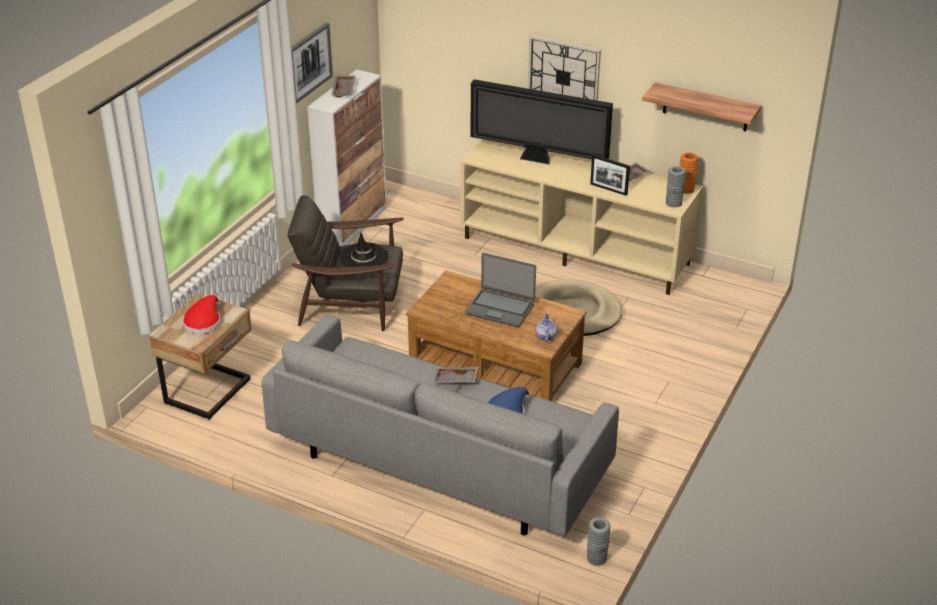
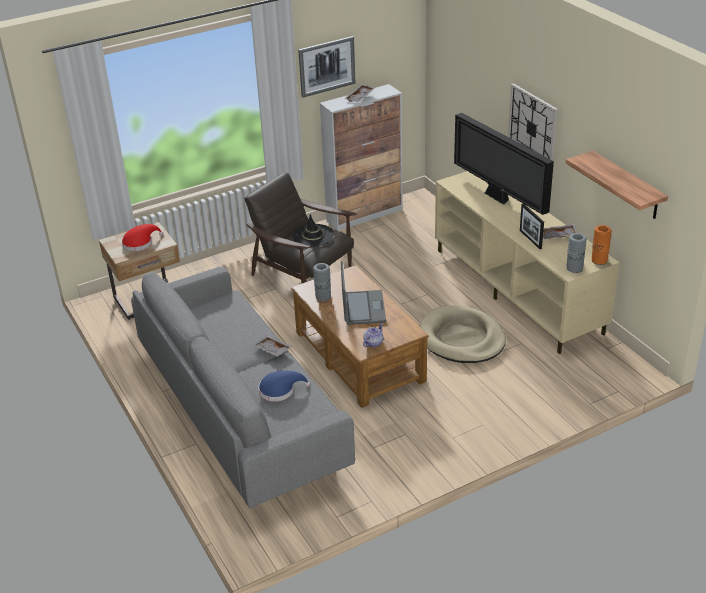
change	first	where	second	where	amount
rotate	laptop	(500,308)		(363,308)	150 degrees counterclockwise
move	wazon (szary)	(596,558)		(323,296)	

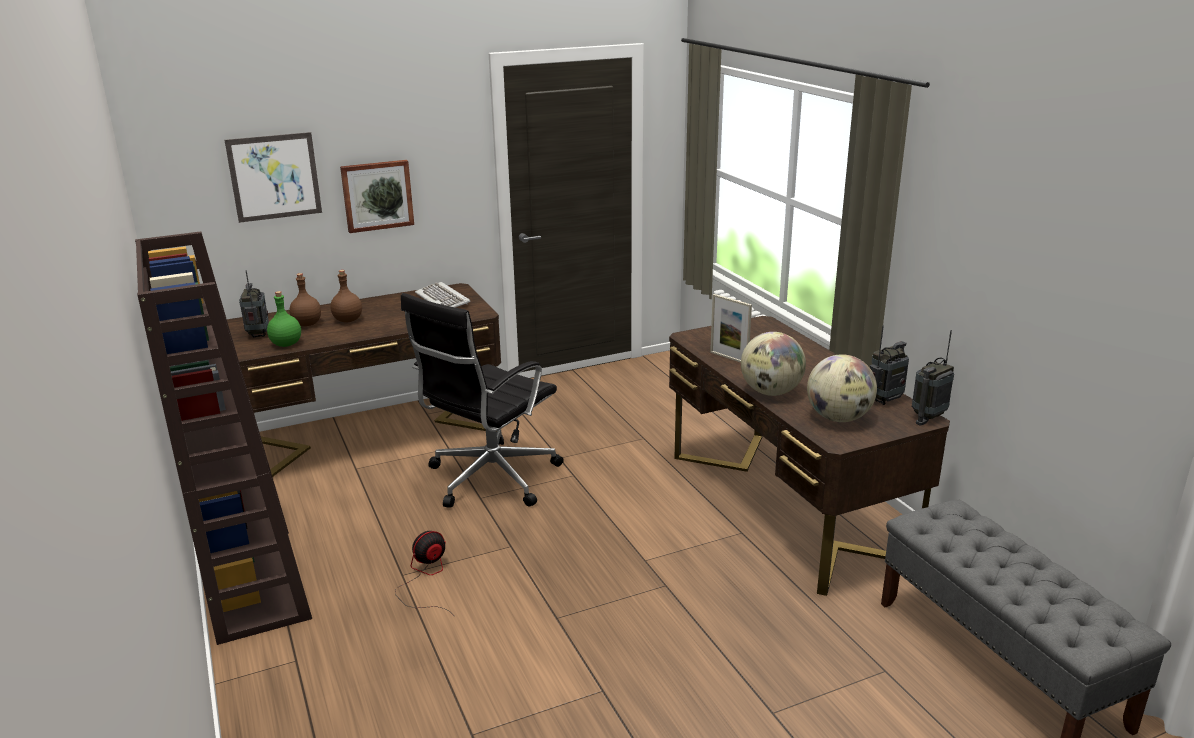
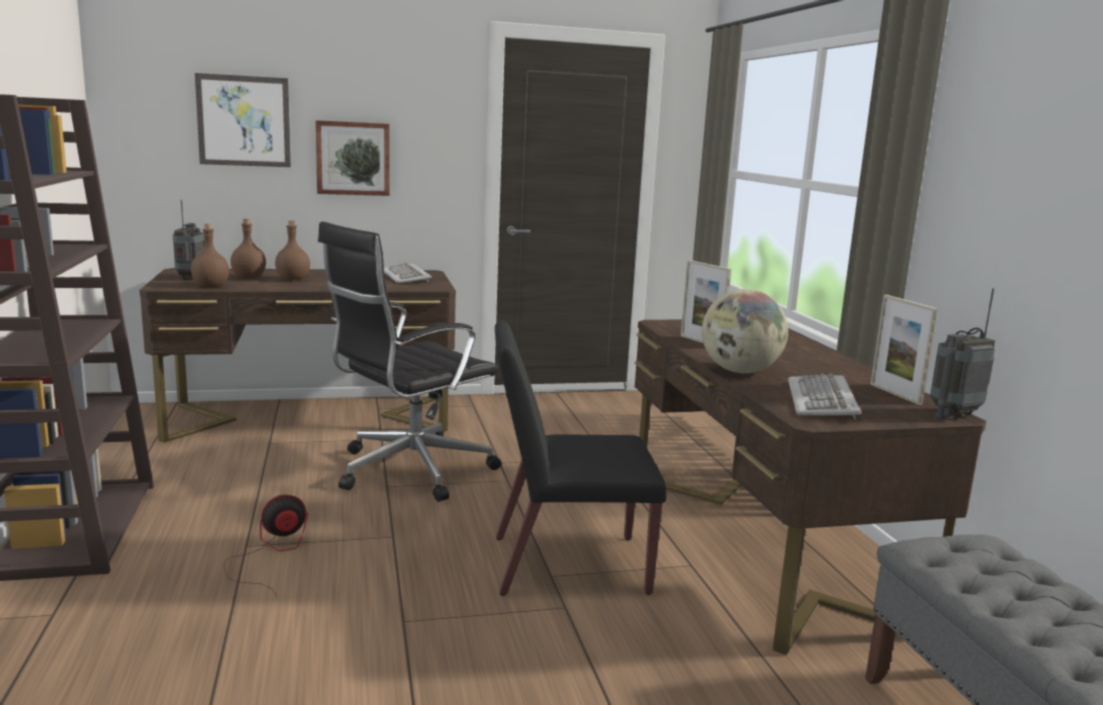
change	first	where	second	where	amount
recolor	butelka (zielony)	(287,344)	butelka (brązowy)	(211,286)	
replace	globus	(838,418)	klawiatura	(822,401)	
replace	radio	(885,400)	ramka na zdjęcie	(895,394)	
insert			krzesło (czarny)	(566,565)	

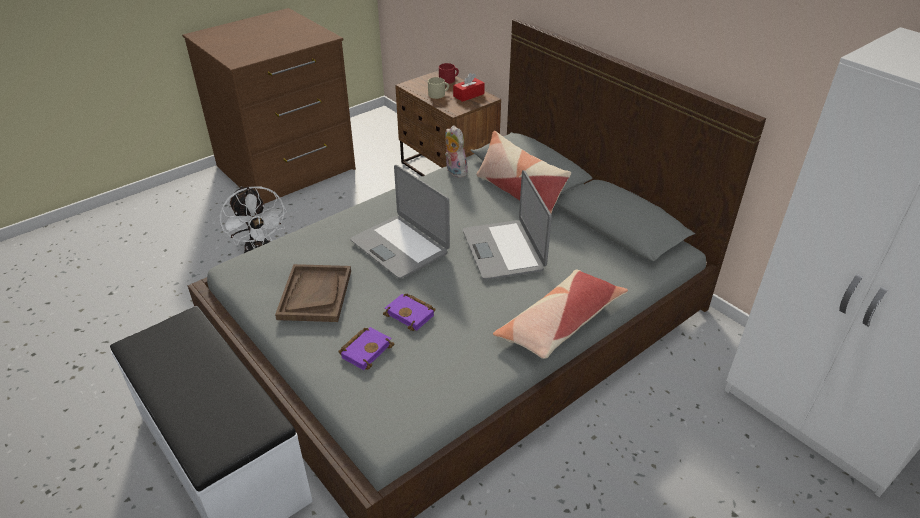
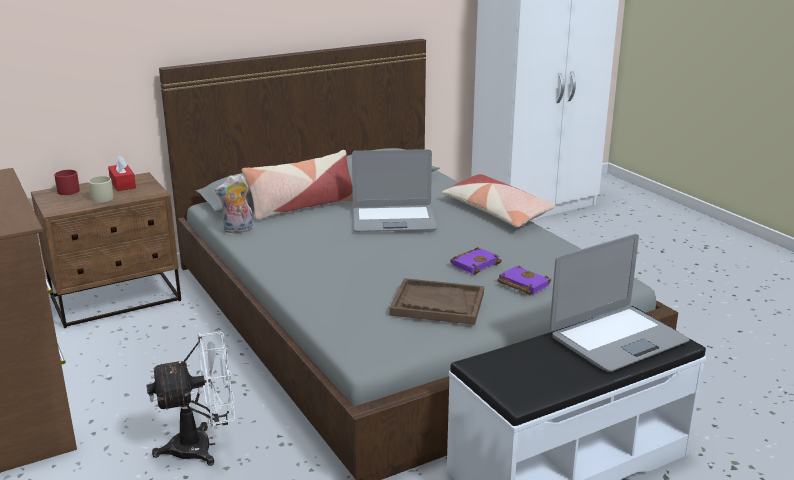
change	first	where	second	where	amount
move	laptop	(400,246)		(617,339)	

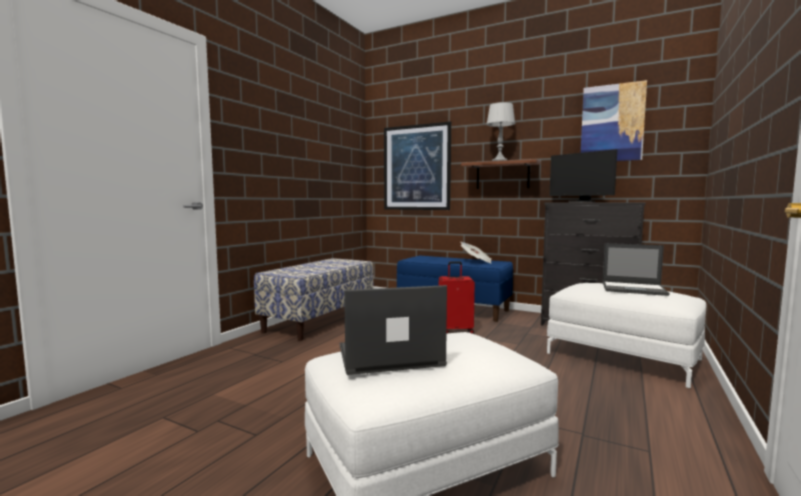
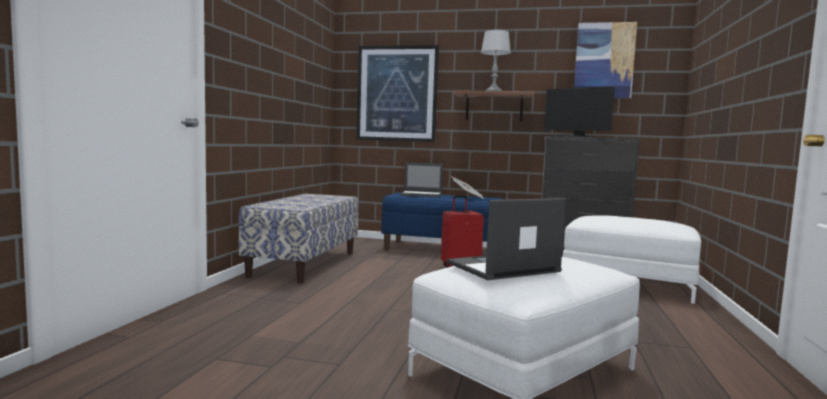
change	first	where	second	where	amount
move	laptop	(634,289)		(422,194)	

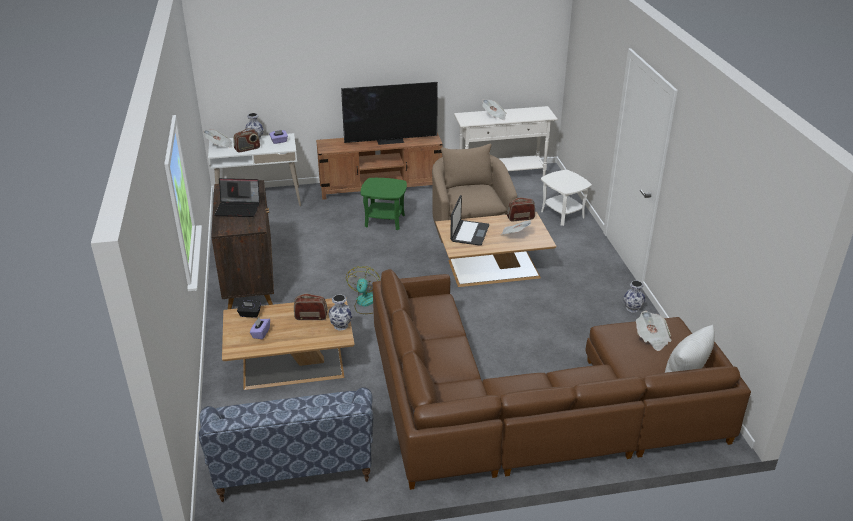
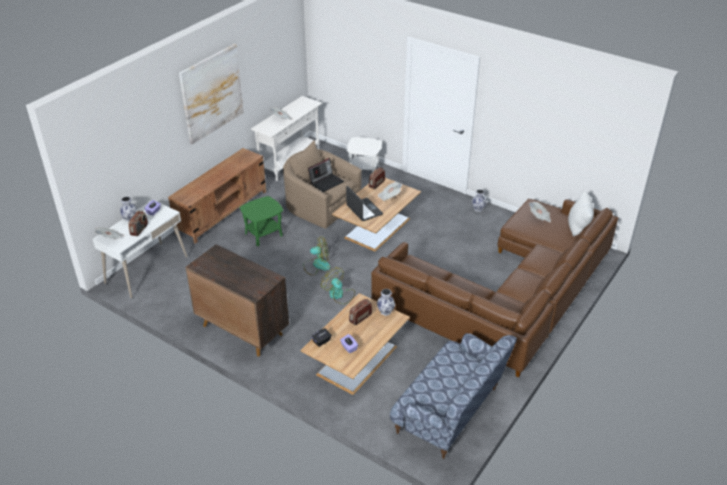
change	first	where	second	where	amount
move	laptop	(239,208)		(326,182)	
delete	telewizor	(390,140)			
insert			obraz	(212,93)	
insert			wentylator	(317,265)	

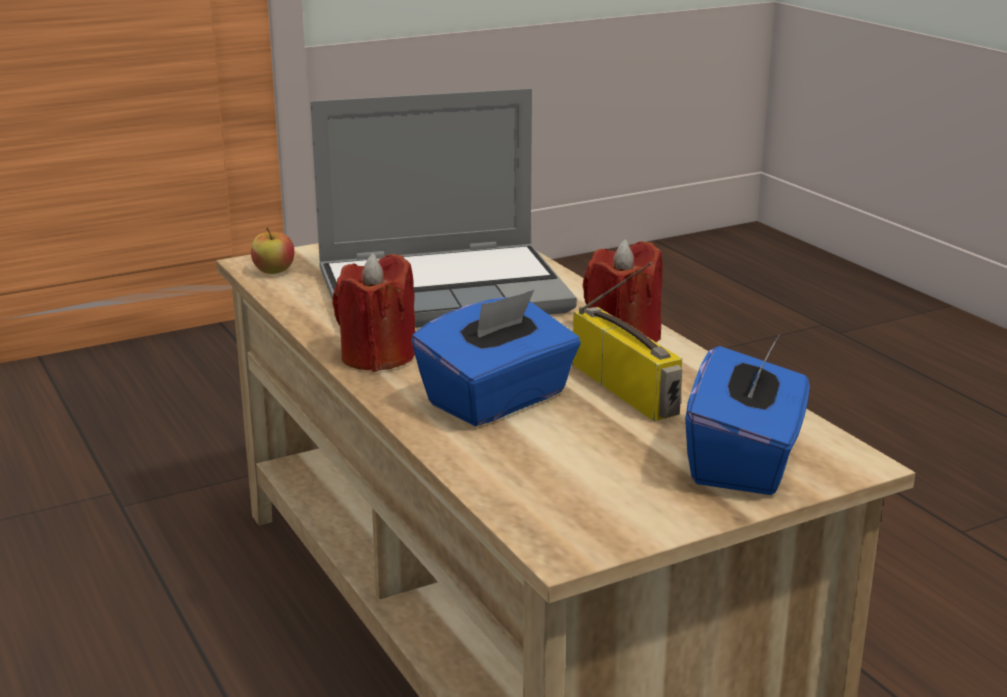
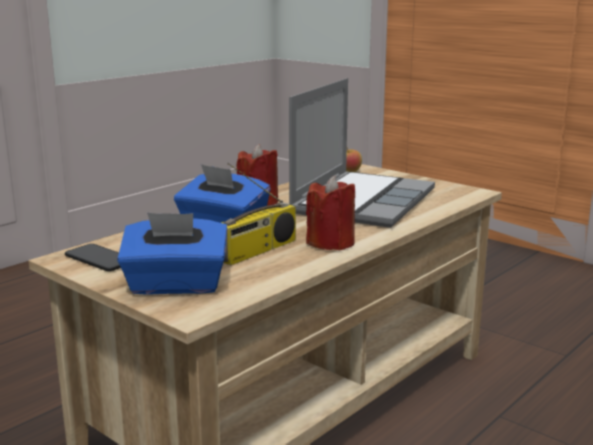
change	first	where	second	where	amount
rotate	laptop	(445,291)		(362,201)	120 degrees counterclockwise
insert			telefon	(100,259)	

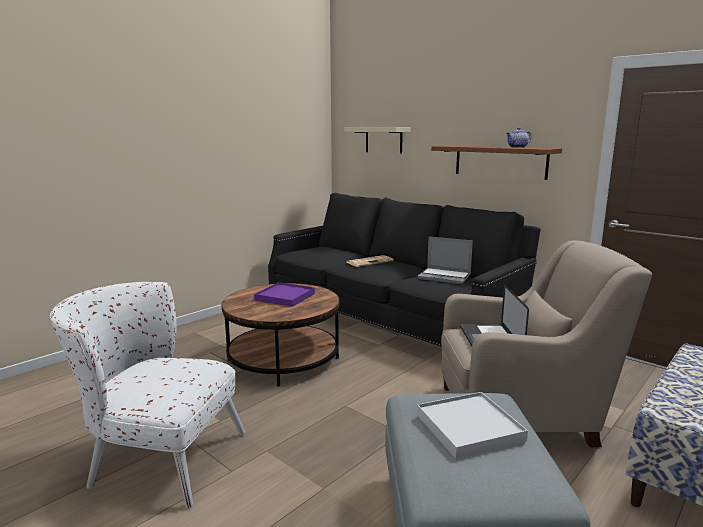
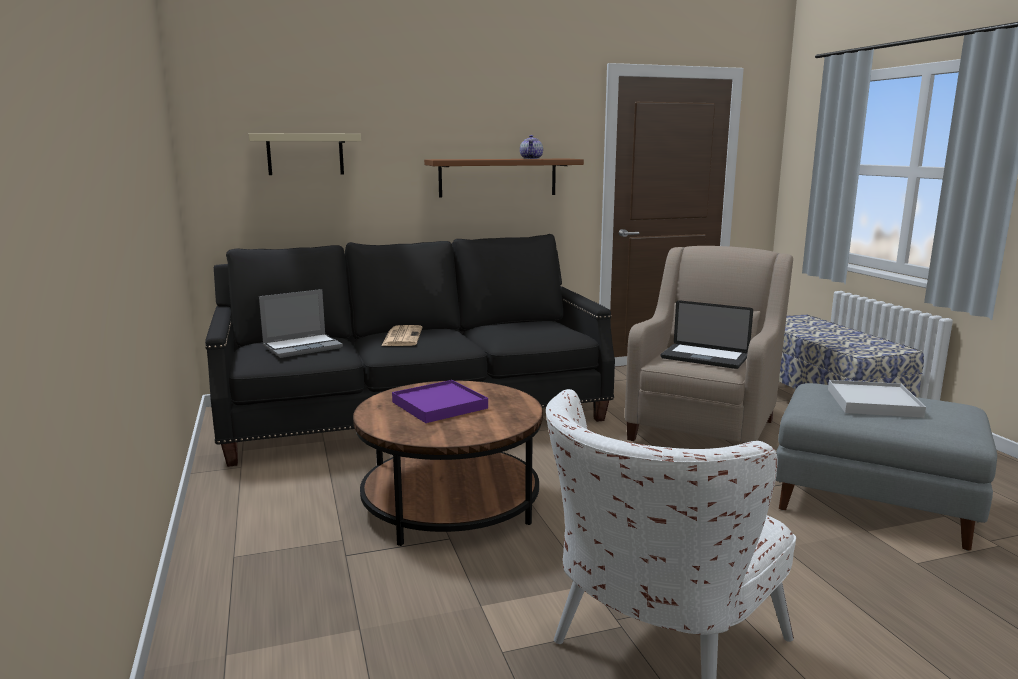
change	first	where	second	where	amount
move	laptop	(445,277)		(303,347)	

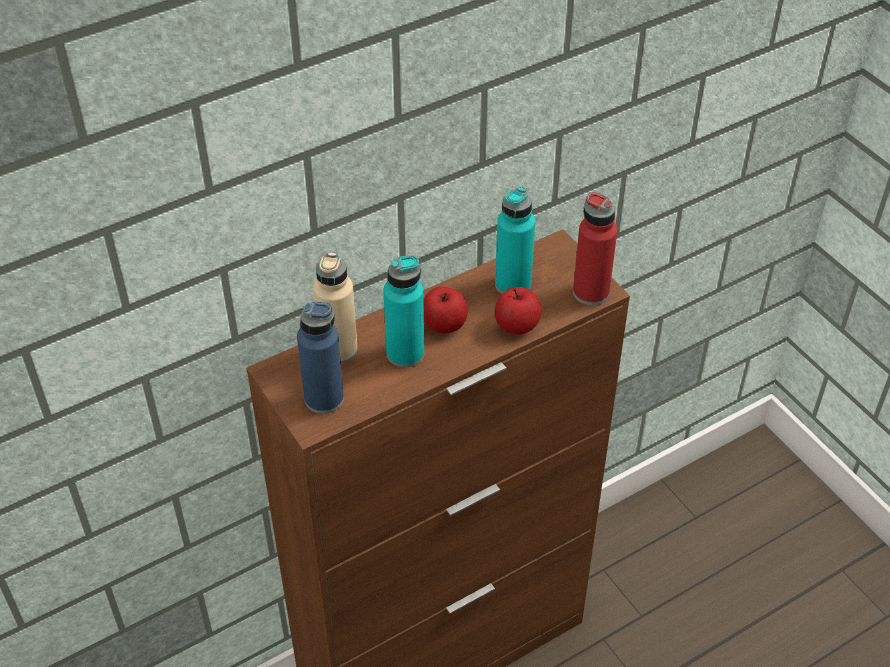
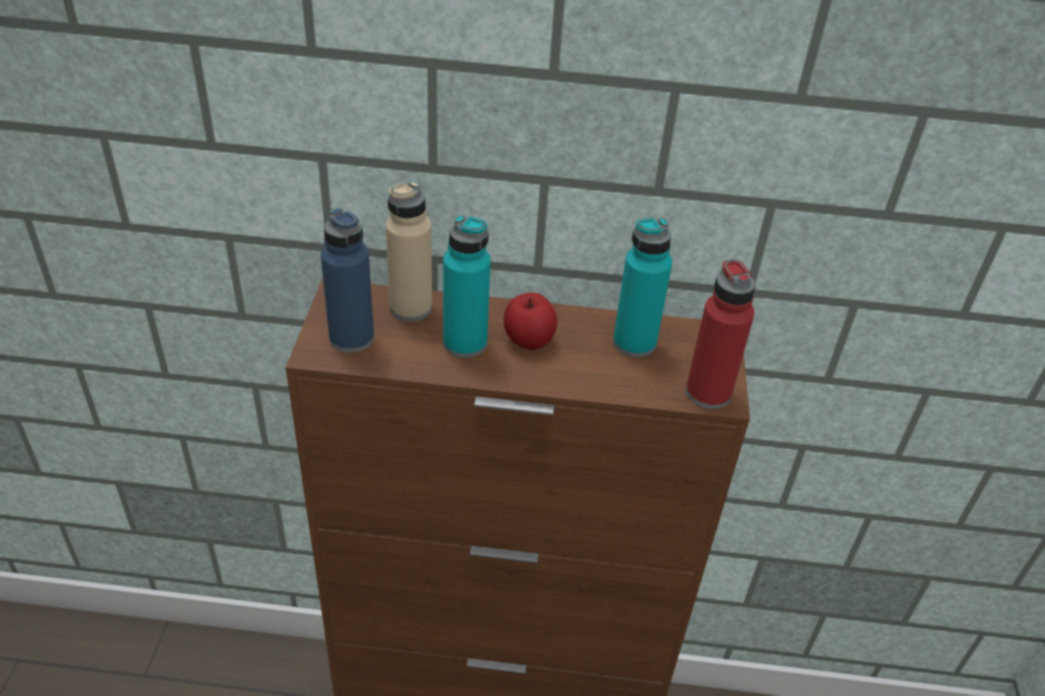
change	first	where	second	where	amount
delete	jabłko	(517,325)			

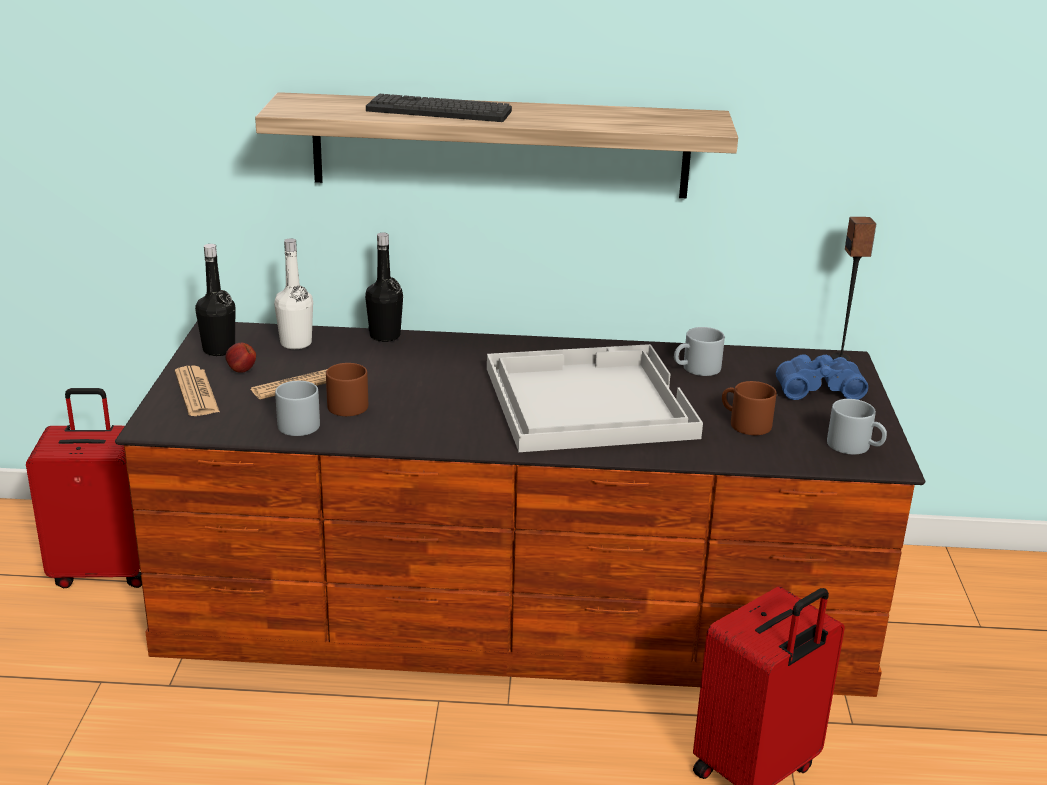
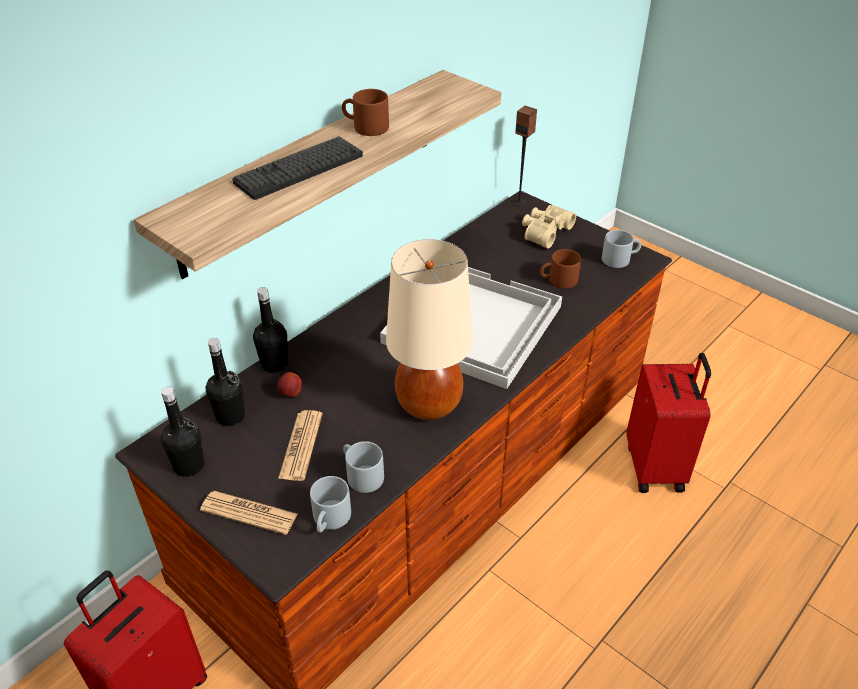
change	first	where	second	where	amount
move	jabłko	(241,370)		(291,394)	
recolor	butelka (biały)	(296,343)	butelka (czarny)	(230,416)	
move	kubek (brązowy)	(345,403)		(365,127)	
move	kubek (szary)	(696,369)		(330,520)	
recolor	lornetka (niebieski)	(817,387)	lornetka (beżowy)	(544,231)	
insert			lampa stołowa (beżowy)	(429,405)	

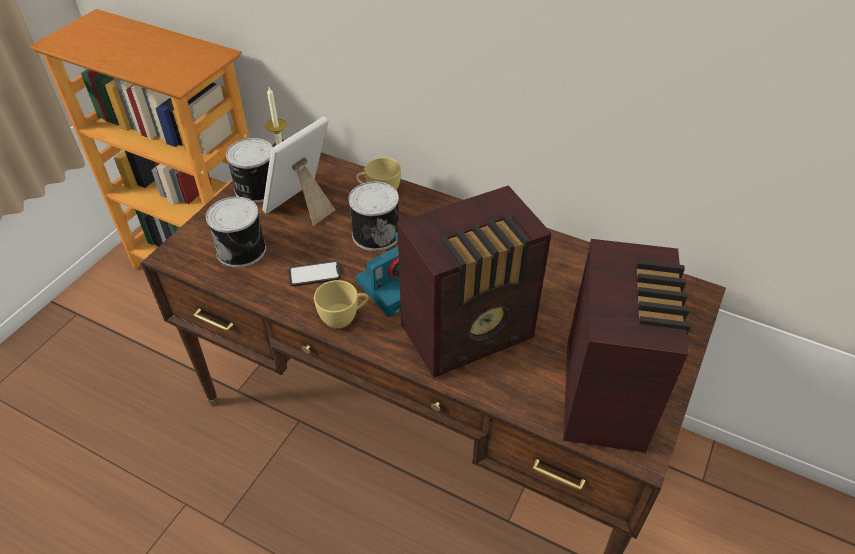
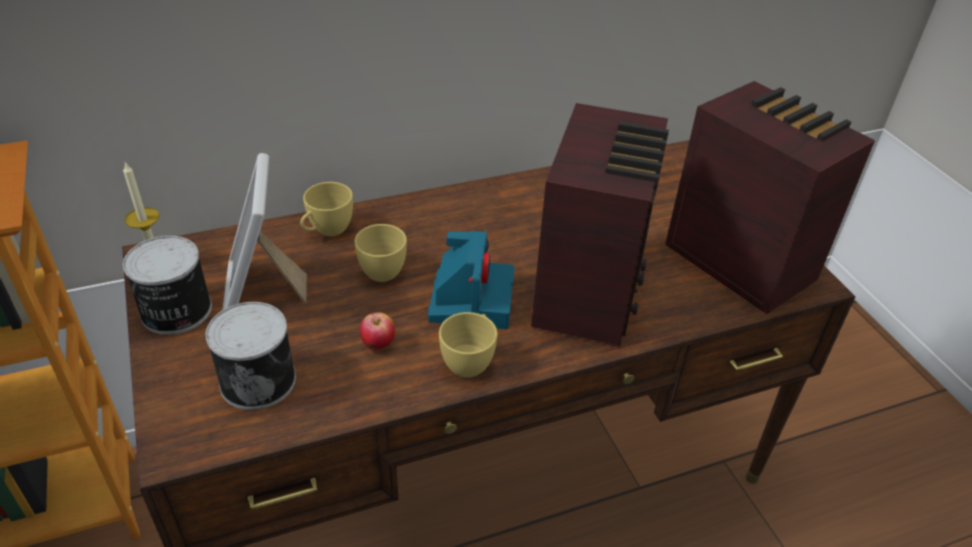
change	first	where	second	where	amount
replace	telefon	(314,274)	jabłko	(378,345)	
replace	puszka	(376,233)	filiżanka (żółty)	(381,268)	

